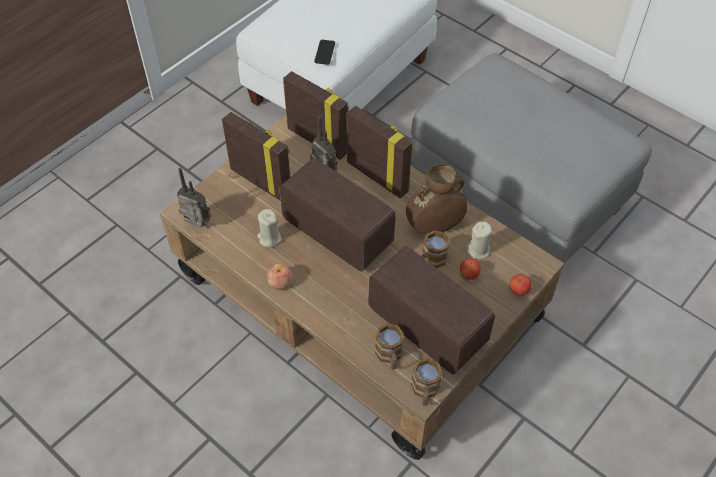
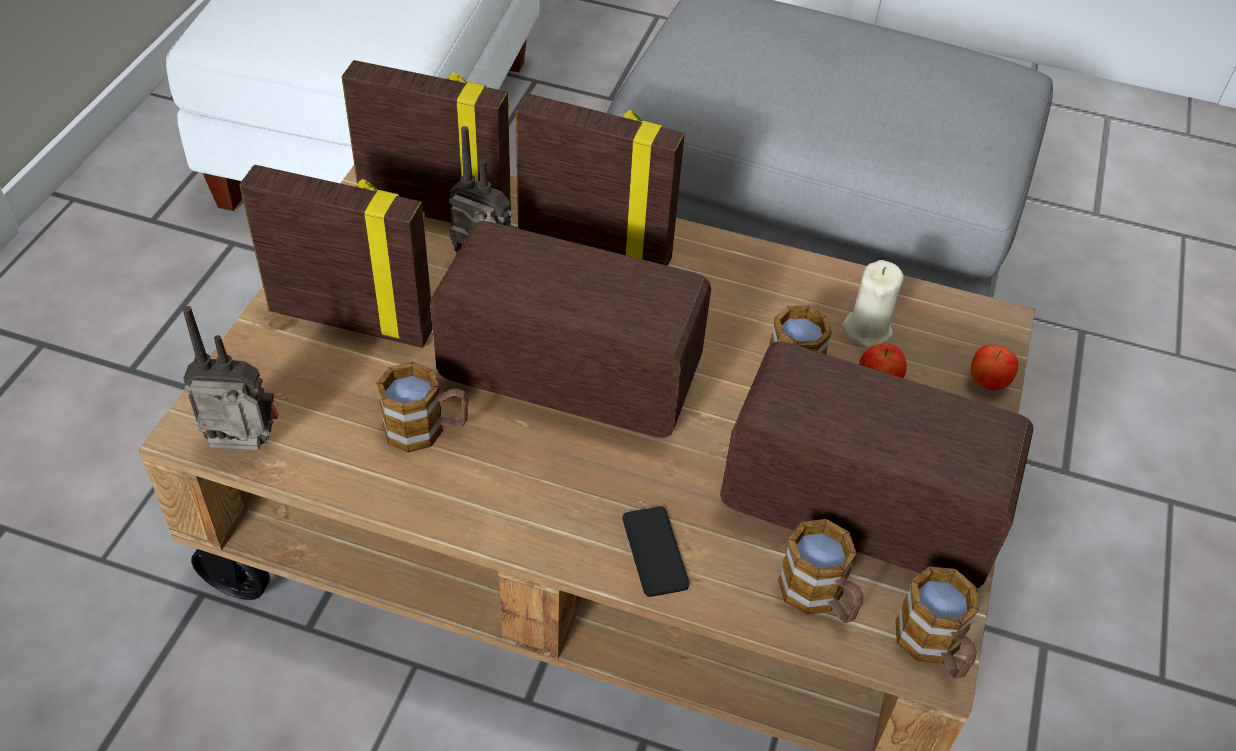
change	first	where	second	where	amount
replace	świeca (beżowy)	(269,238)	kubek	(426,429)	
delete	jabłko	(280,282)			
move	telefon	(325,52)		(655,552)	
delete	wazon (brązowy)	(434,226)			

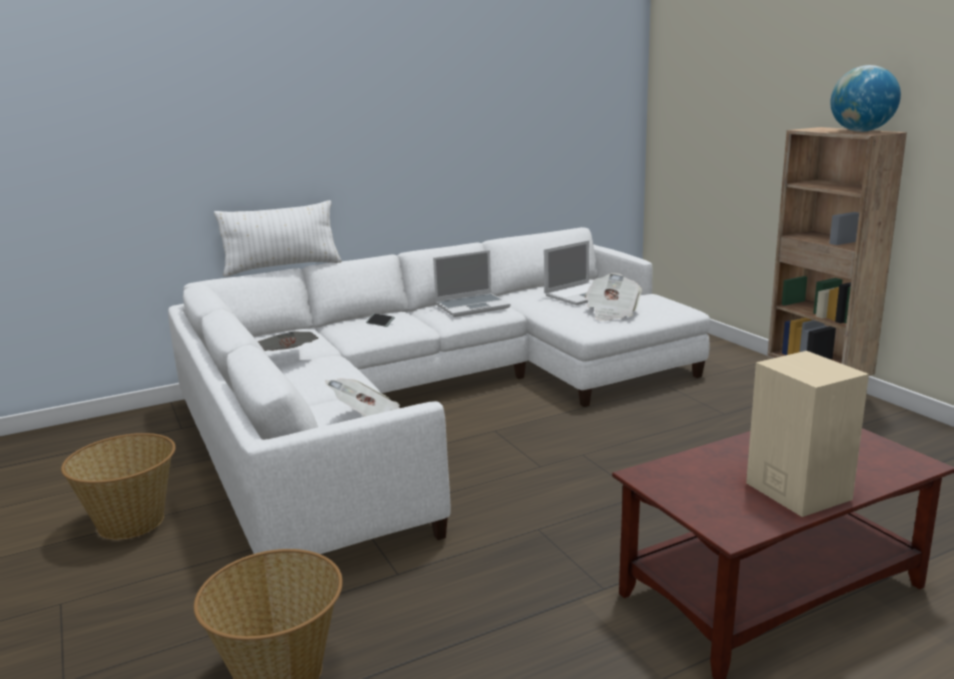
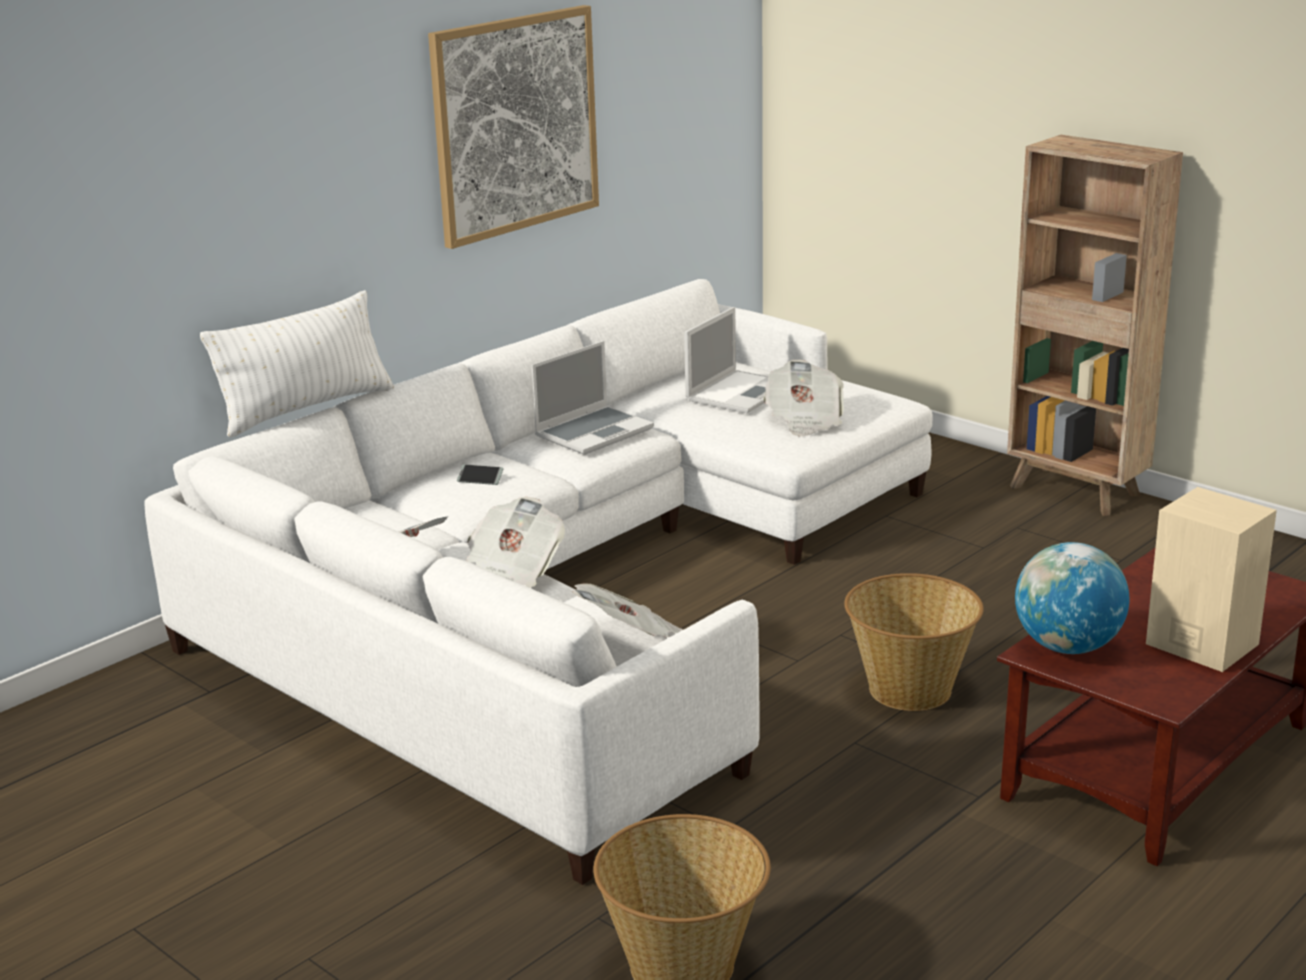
change	first	where	second	where	amount
move	koszyk	(132,521)		(910,688)	
move	globus	(861,131)		(1067,647)	
insert			obraz	(515,124)	
insert			gazeta	(512,572)	

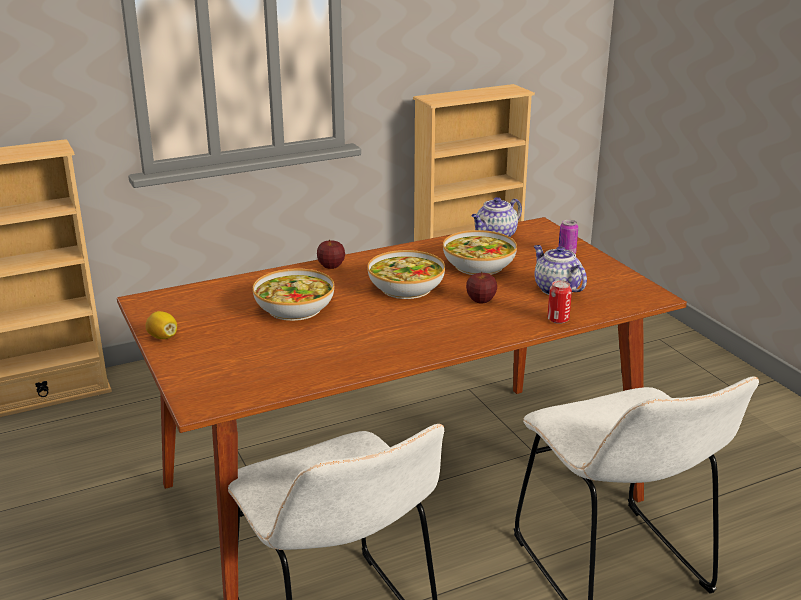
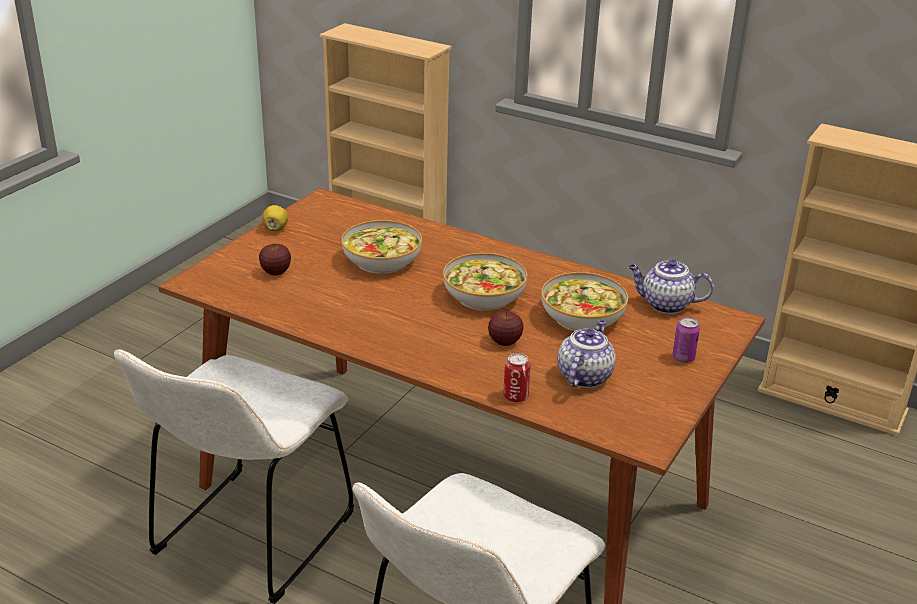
change	first	where	second	where	amount
move	jabłko	(331,266)		(276,272)	

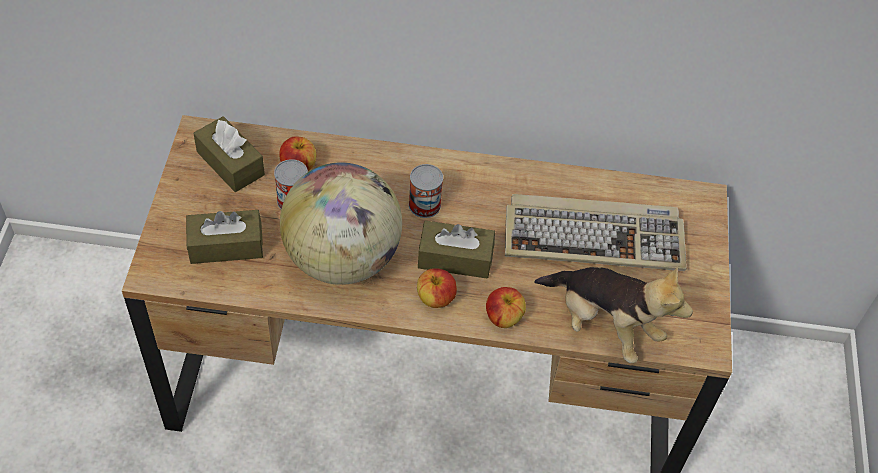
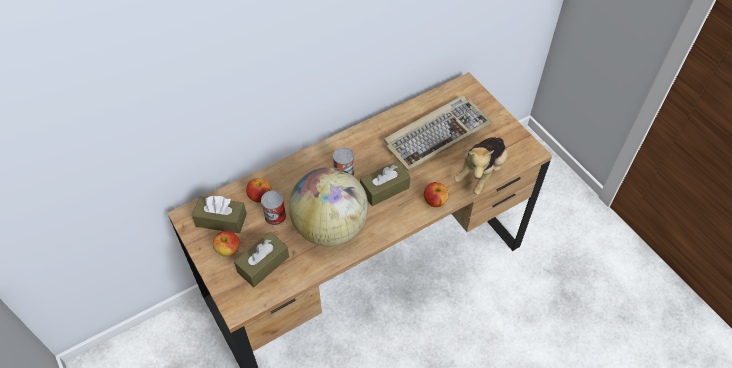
change	first	where	second	where	amount
move	jabłko	(435,299)		(228,250)	
rotate	pluszak	(603,325)		(481,173)	120 degrees clockwise

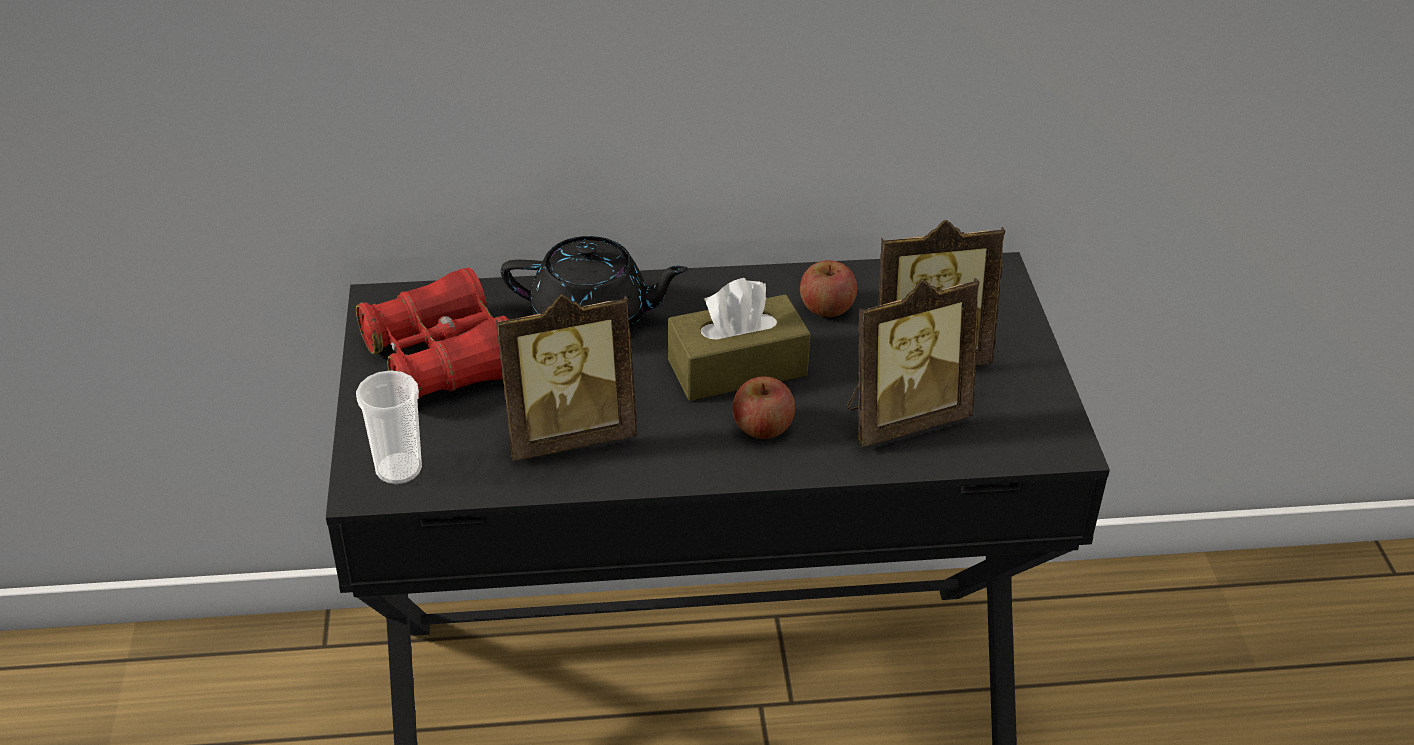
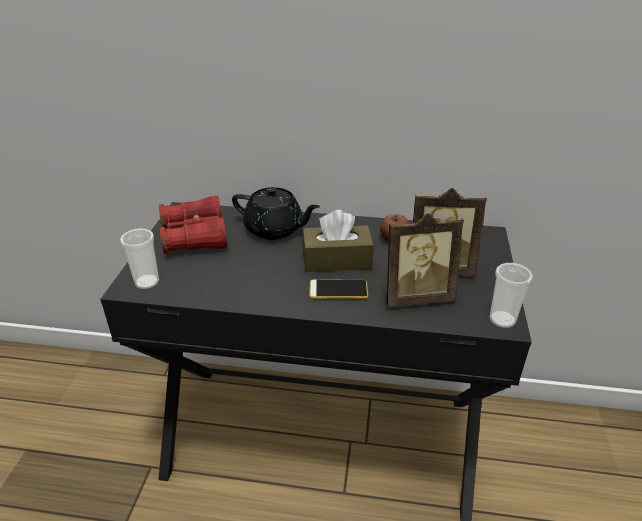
change	first	where	second	where	amount
delete	ramka na zdjęcie	(568,434)			
replace	jabłko	(762,427)	telefon	(338,290)	
insert			filiżanka	(502,320)	

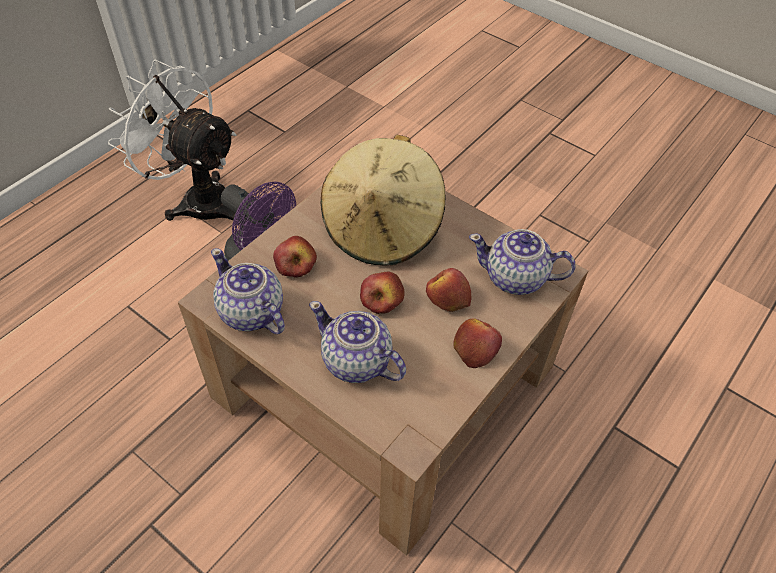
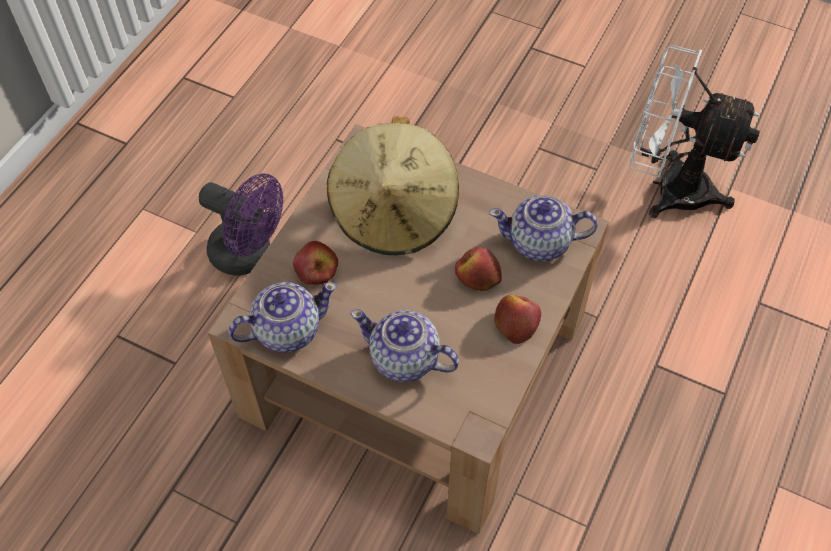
change	first	where	second	where	amount
move	wentylator (biały)	(197,200)		(668,187)	
rotate	imbryk	(251,313)		(286,330)	120 degrees clockwise
delete	jabłko	(382,299)			

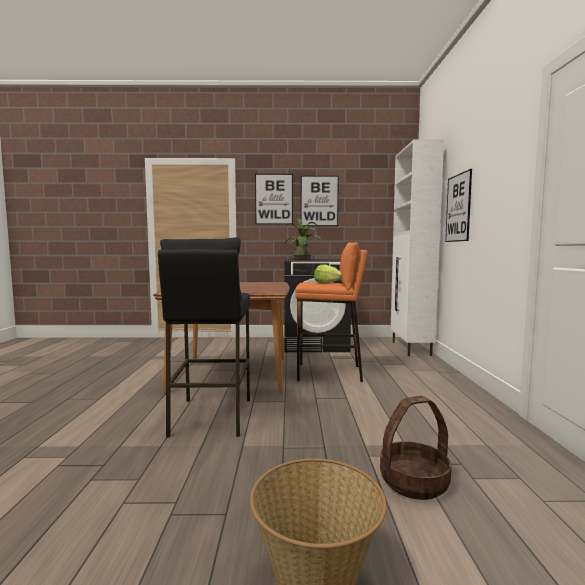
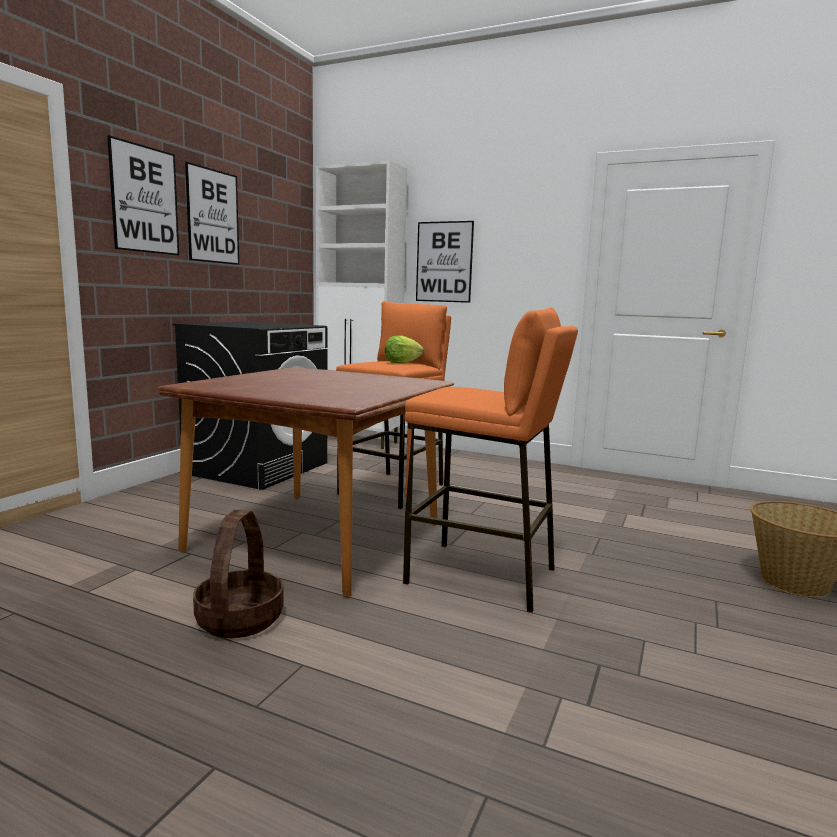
change	first	where	second	where	amount
recolor	stołek (czarny)	(210,416)	stołek (pomarańczowy)	(482,576)	
delete	roślina doniczkowa	(302,259)			
move	koszyk	(414,482)		(239,619)	

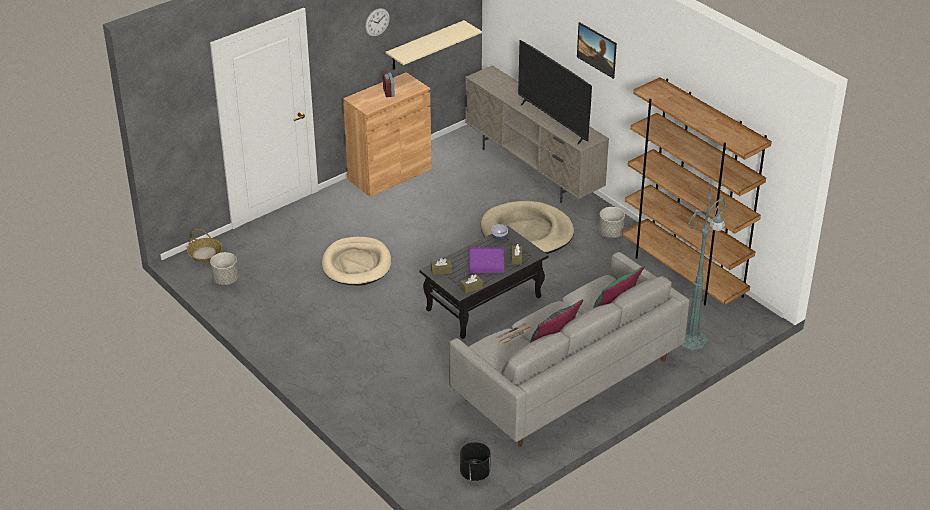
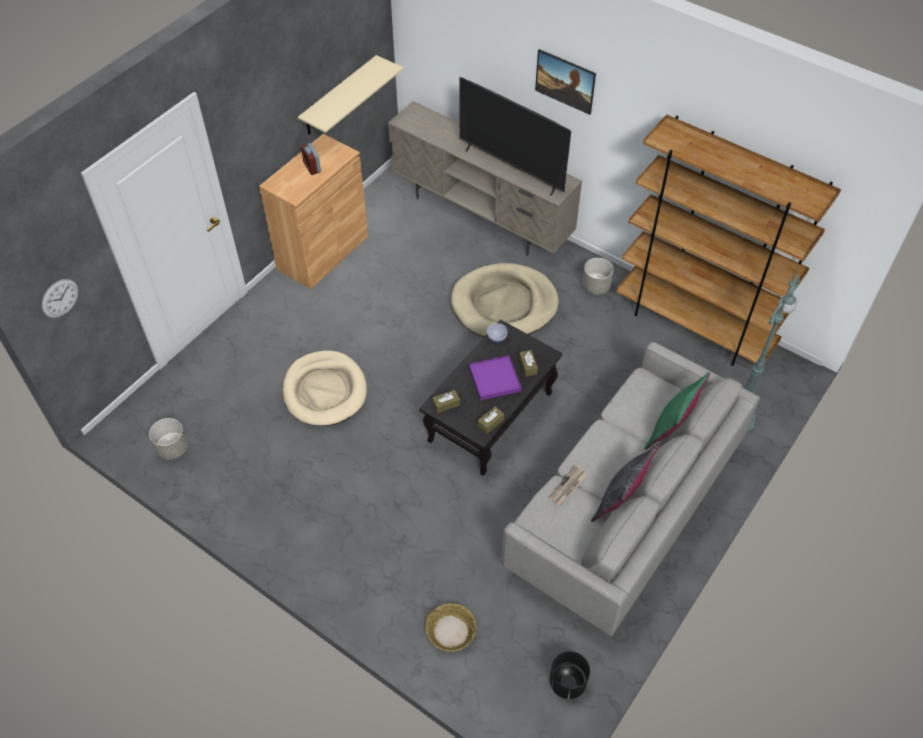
change	first	where	second	where	amount
move	koszyk	(205,254)		(450,631)	
move	zegar ścienny	(377,22)		(60,298)	

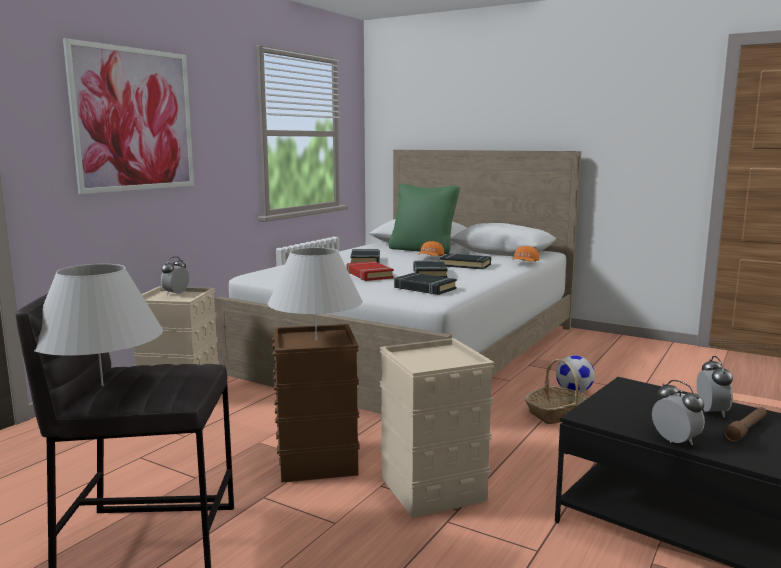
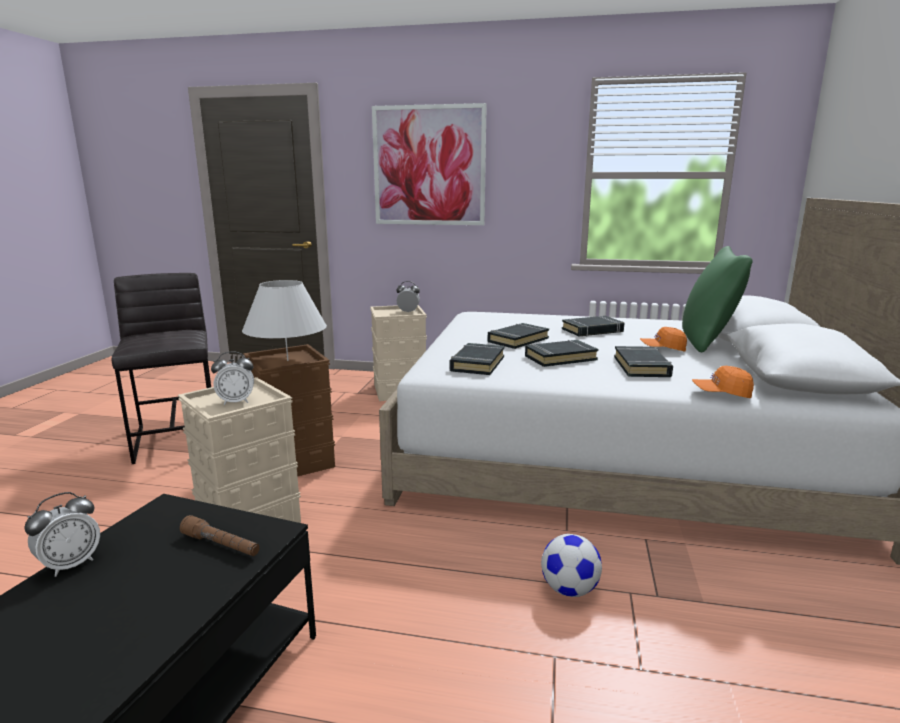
change	first	where	second	where	amount
delete	lampa stołowa (biały)	(103,385)			
recolor	książka (czerwony)	(369,275)	książka (czarny)	(517,340)	
delete	koszyk	(559,414)			
move	budzik	(711,412)		(236,402)	
move	latarka (brązowy)	(746,429)		(221,545)	

